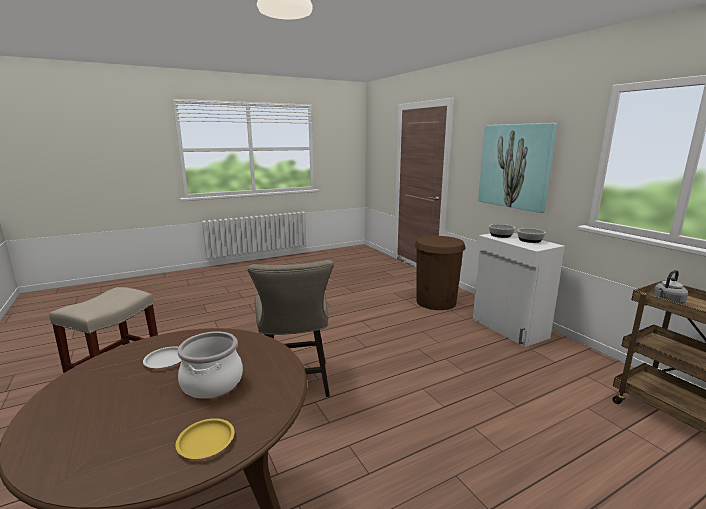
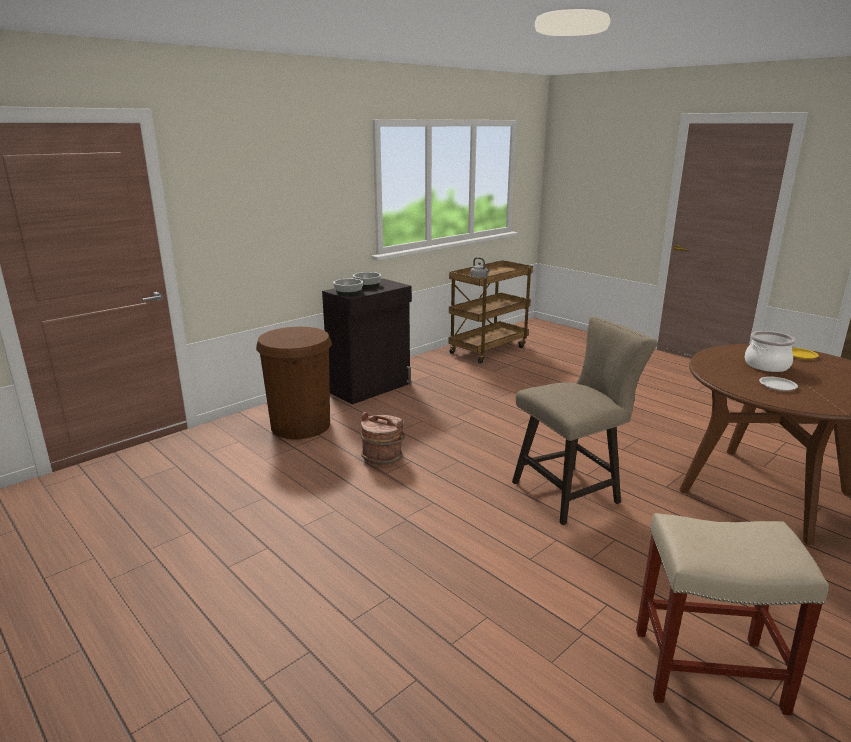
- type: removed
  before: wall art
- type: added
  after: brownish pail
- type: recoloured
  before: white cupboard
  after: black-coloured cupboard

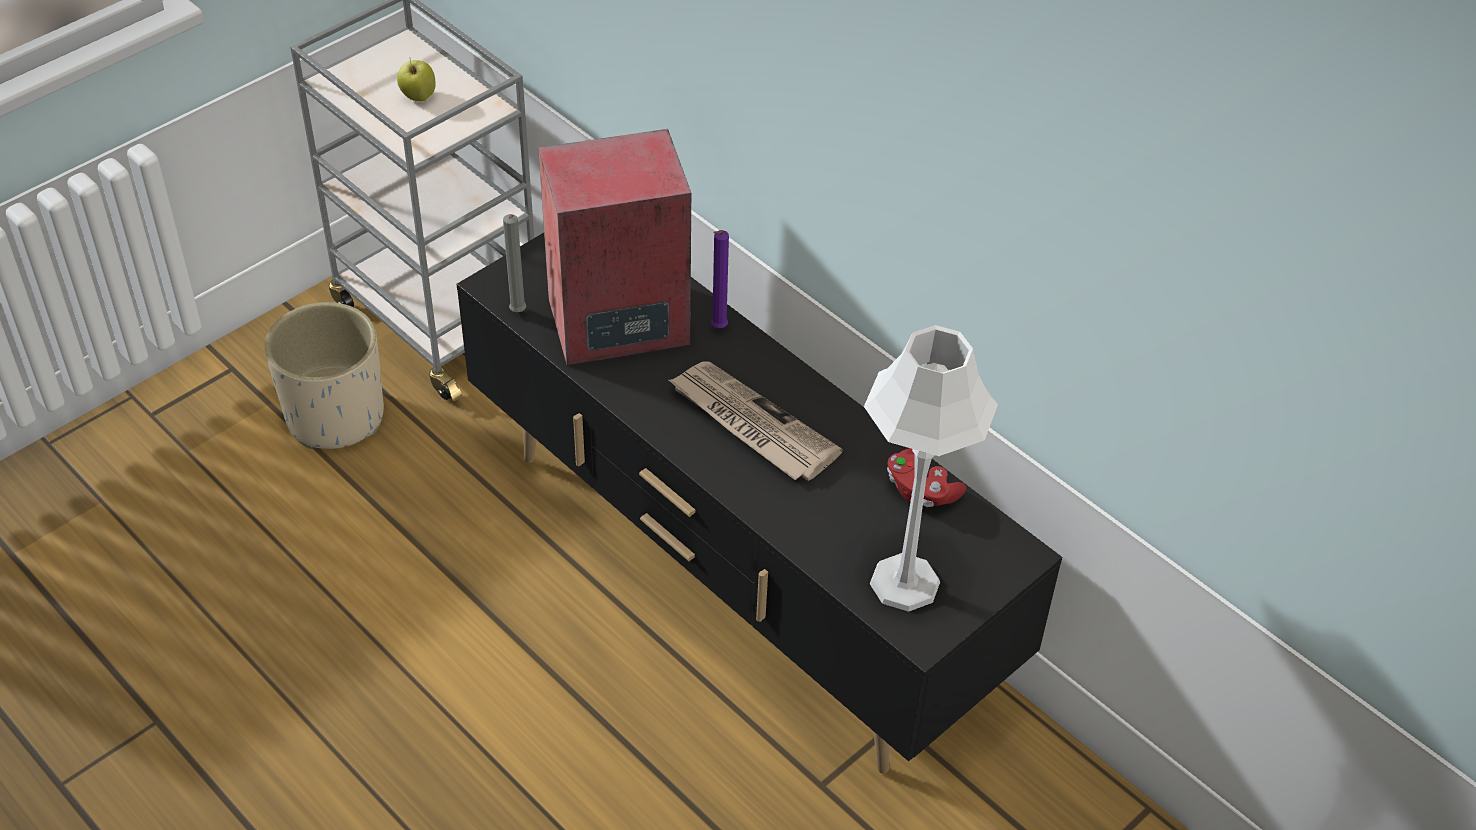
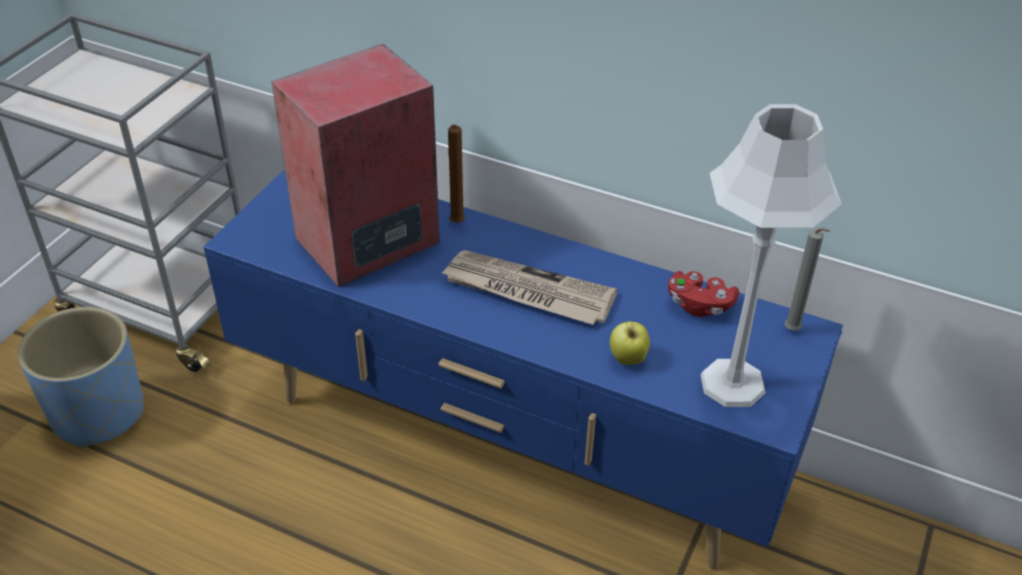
- type: moved
  before: apple fruit
- type: moved
  before: grey wax light
- type: recoloured
  before: beige-coloured plant pot
  after: blue-coloured plant pot
- type: recoloured
  before: black-coloured tv unit
  after: blue-coloured tv unit
- type: recoloured
  before: purple-coloured wax light
  after: brownish wax light

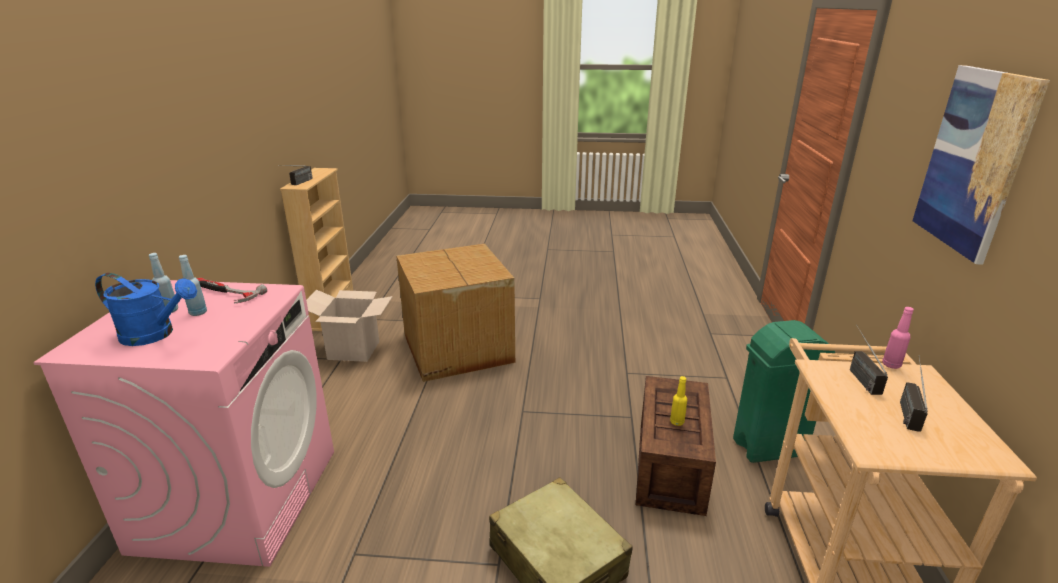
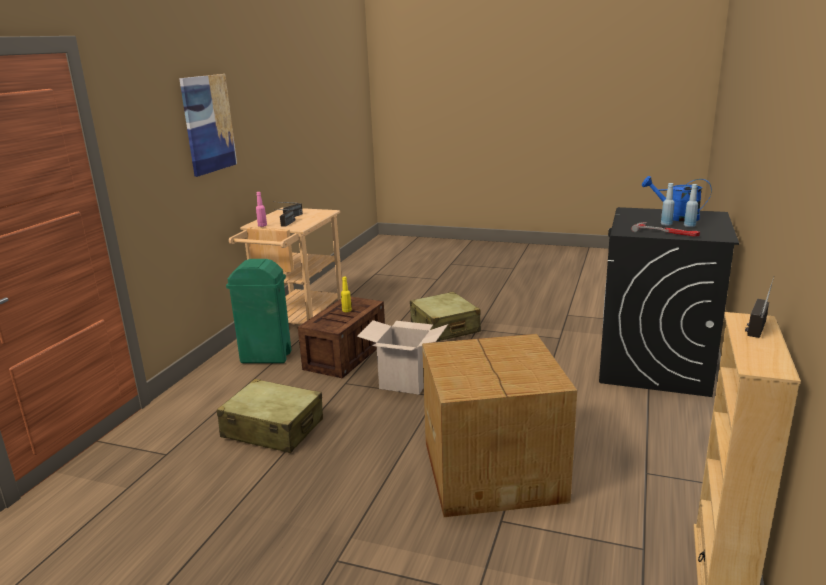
- type: added
  after: beige-coloured travel case (1st from left)
- type: moved
  before: cardboard box (1st from left)
- type: recoloured
  before: pink laundry machine
  after: black-coloured laundry machine

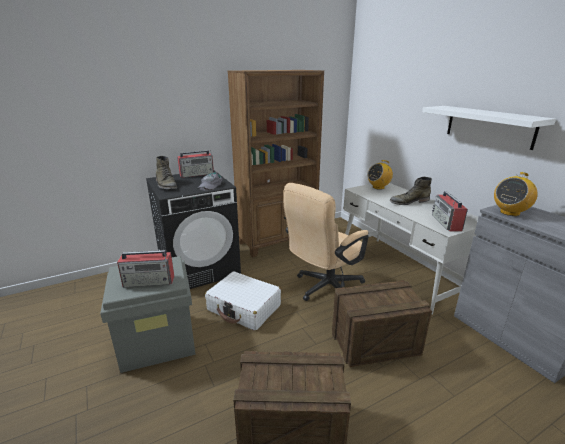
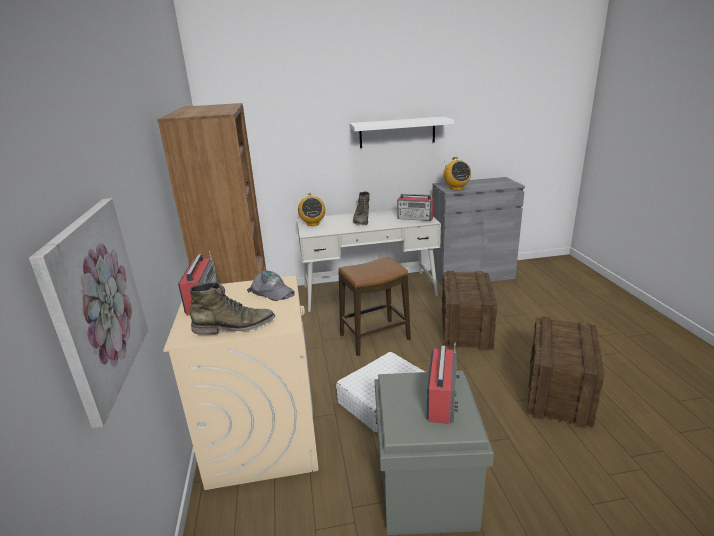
- type: added
  after: wall art
- type: replaced
  before: beige-coloured desk chair
  after: stool seat
- type: recoloured
  before: black-coloured laundry machine
  after: beige-coloured laundry machine

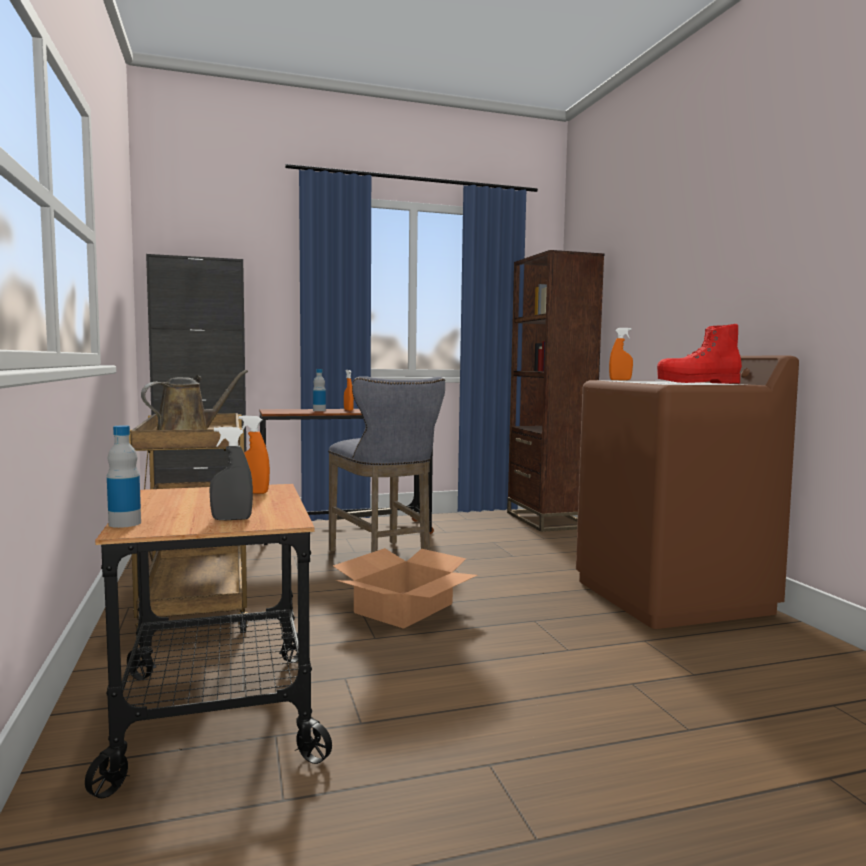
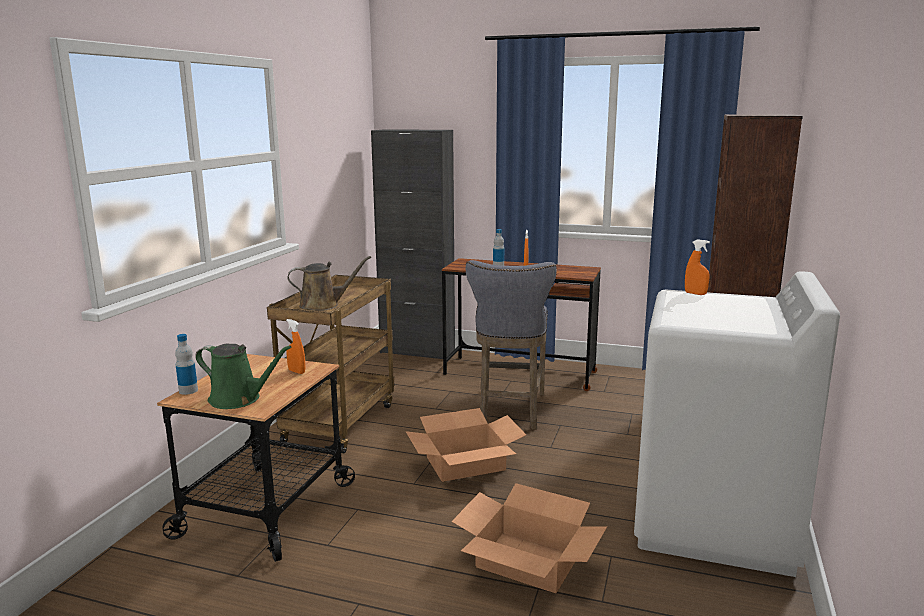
- type: removed
  before: red boot
- type: added
  after: cardboard box (2nd from left)
- type: replaced
  before: grey spray bottle
  after: green sprinkling can
- type: recoloured
  before: brownish laundry machine
  after: white laundry machine

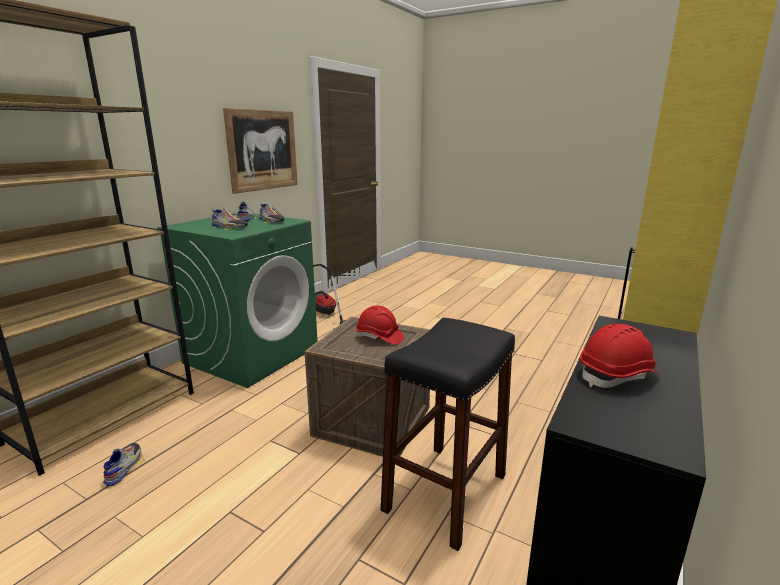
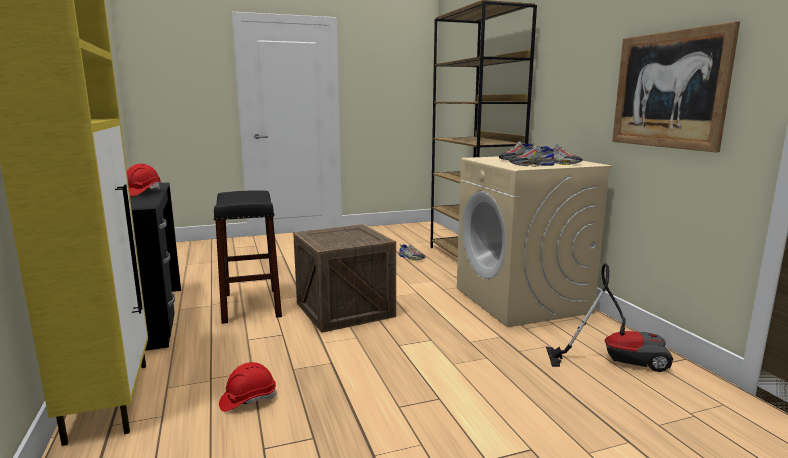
- type: moved
  before: red hard hat (1st from left in the first image)
  after: red hard hat (2nd from left)
- type: recoloured
  before: green laundry machine
  after: beige-coloured laundry machine

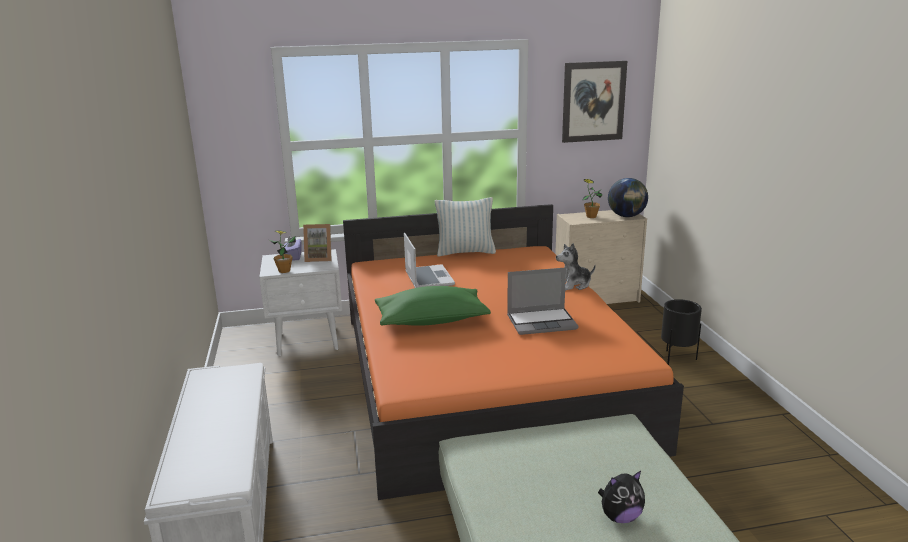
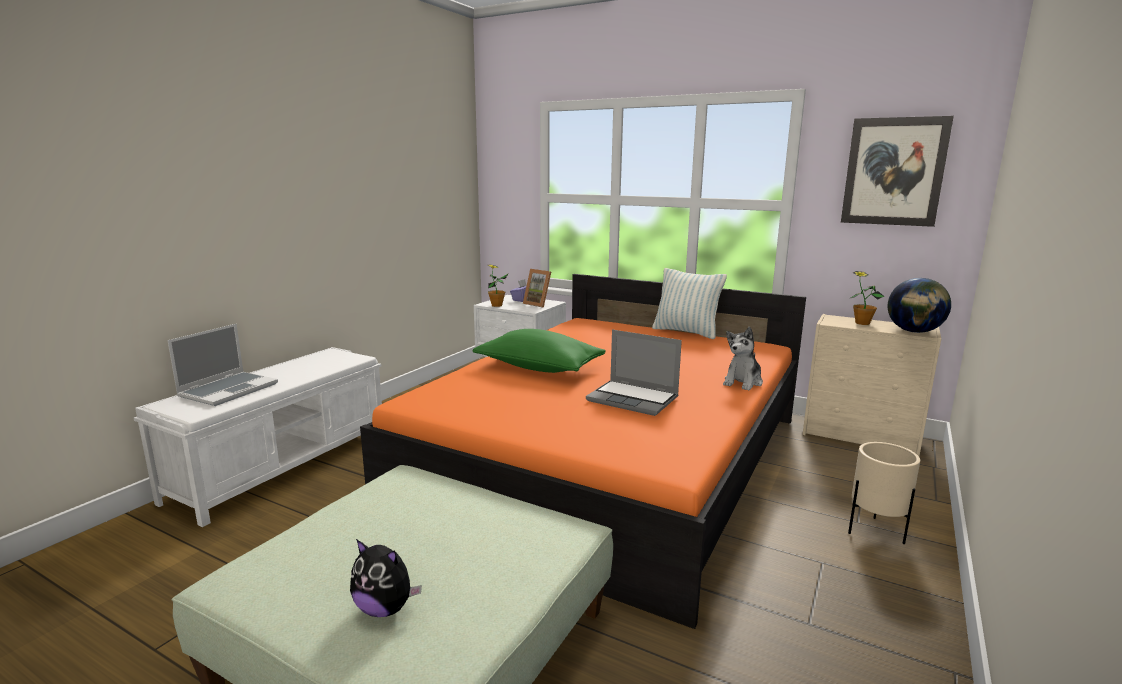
- type: moved
  before: laptop (1st from left)
- type: recoloured
  before: black-coloured plant pot
  after: beige-coloured plant pot
- type: turned
  before: plush toy (1st from left in the first image)
  turn: -75

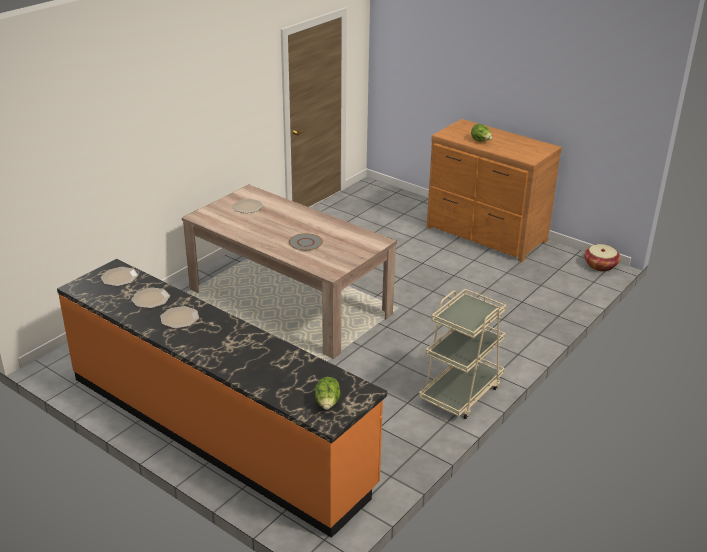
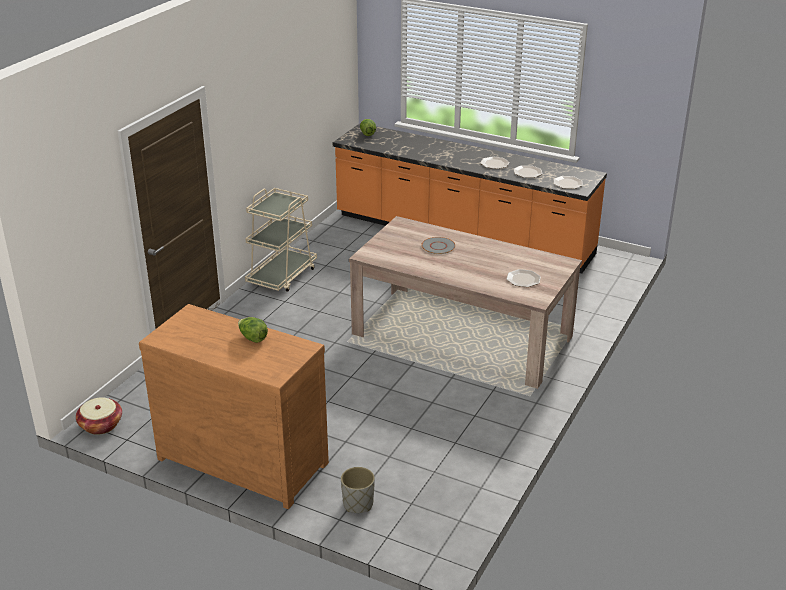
- type: added
  after: grey plant pot

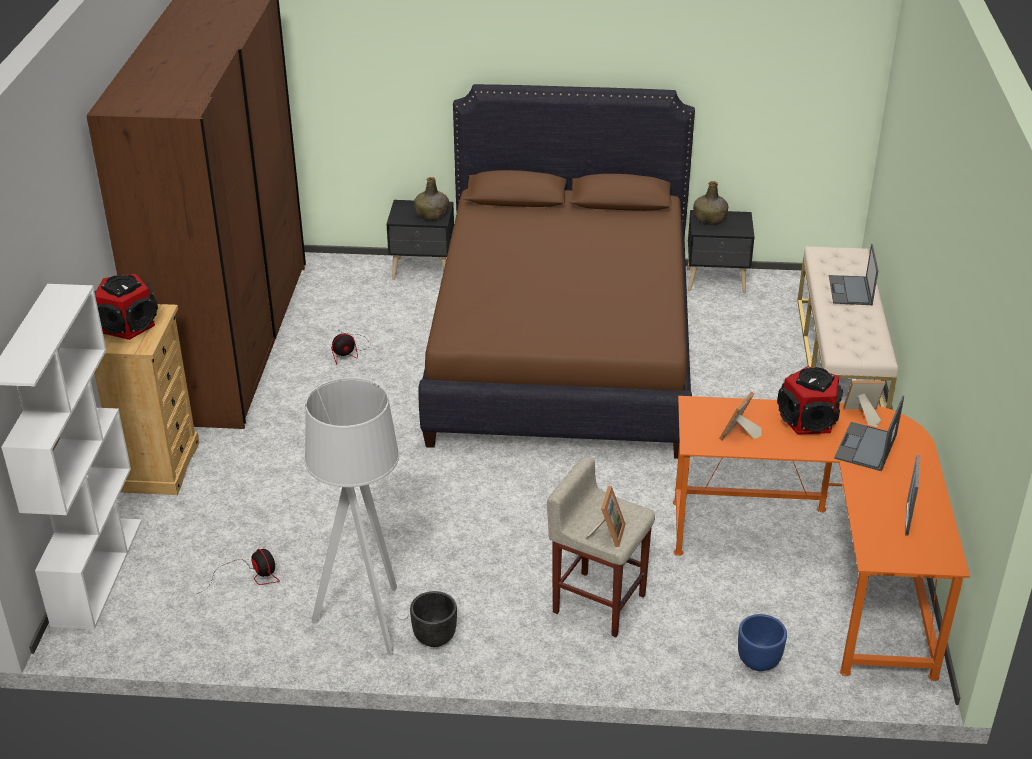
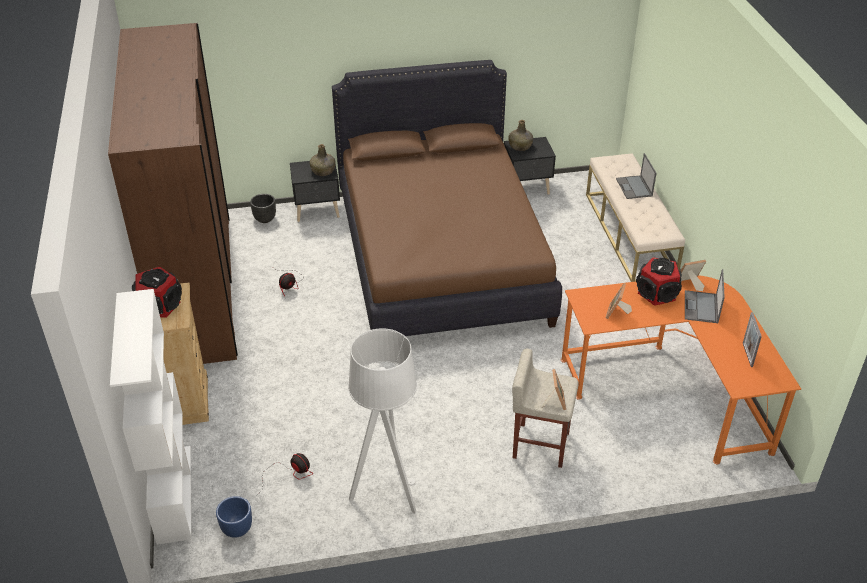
- type: moved
  before: black-coloured plant pot
- type: moved
  before: blue-coloured plant pot

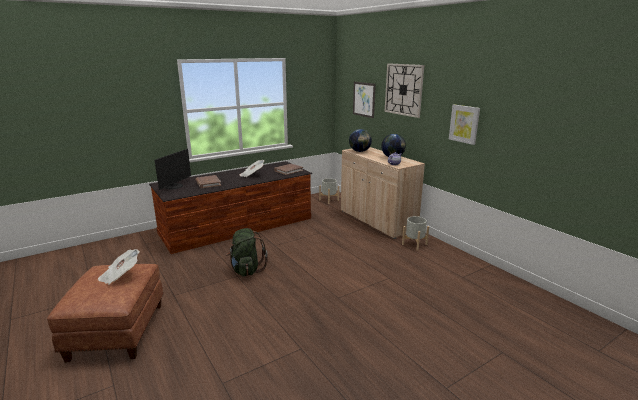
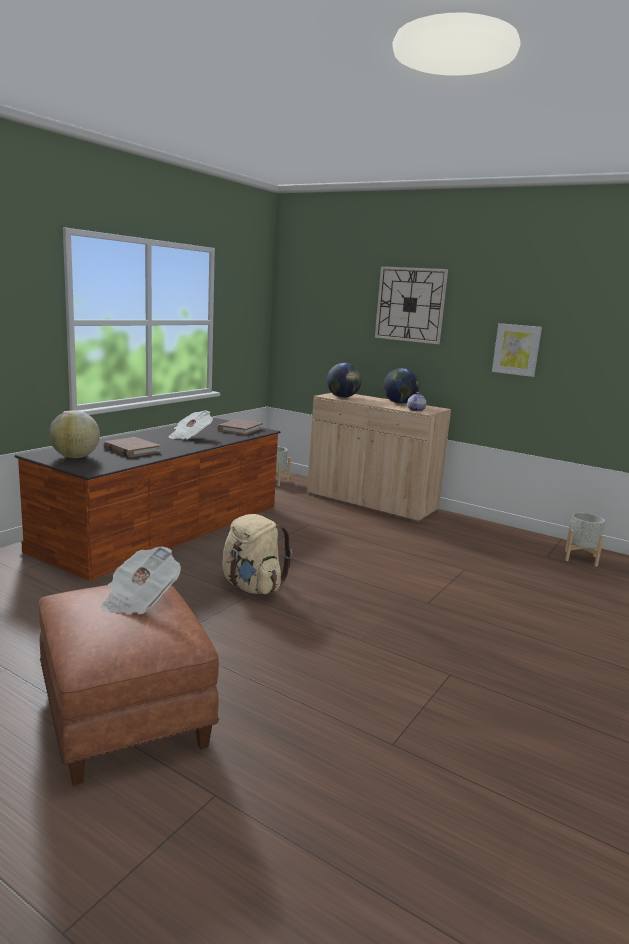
- type: removed
  before: wall art (1st from left)
- type: moved
  before: grey plant pot (2nd from left)
- type: replaced
  before: computer screen
  after: desk globe (1st from left)
- type: recoloured
  before: green knapsack
  after: beige-coloured knapsack

